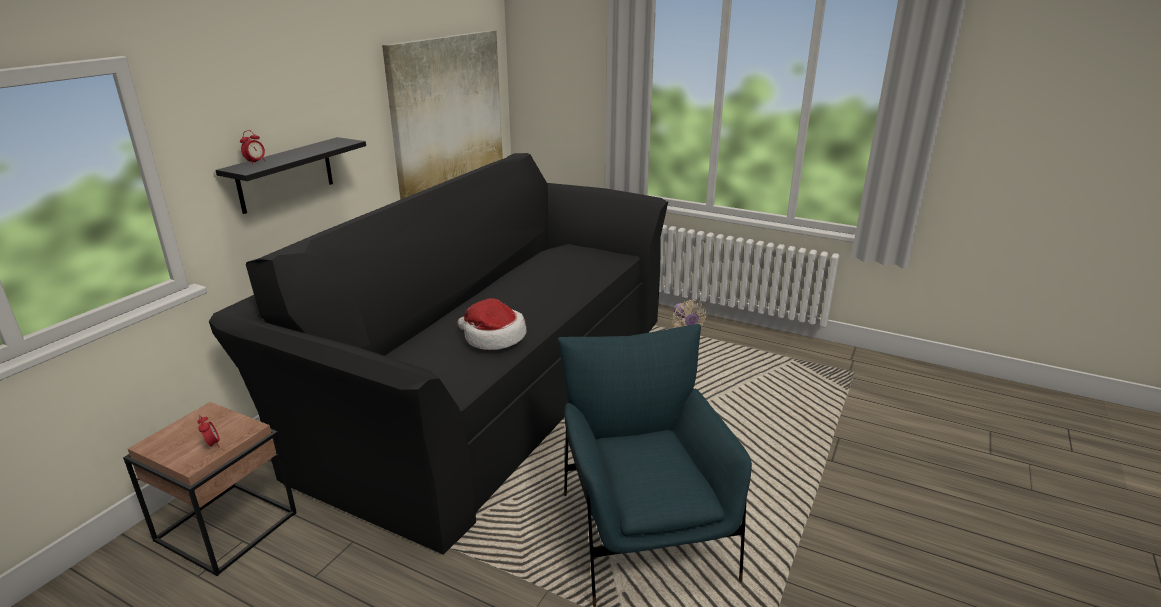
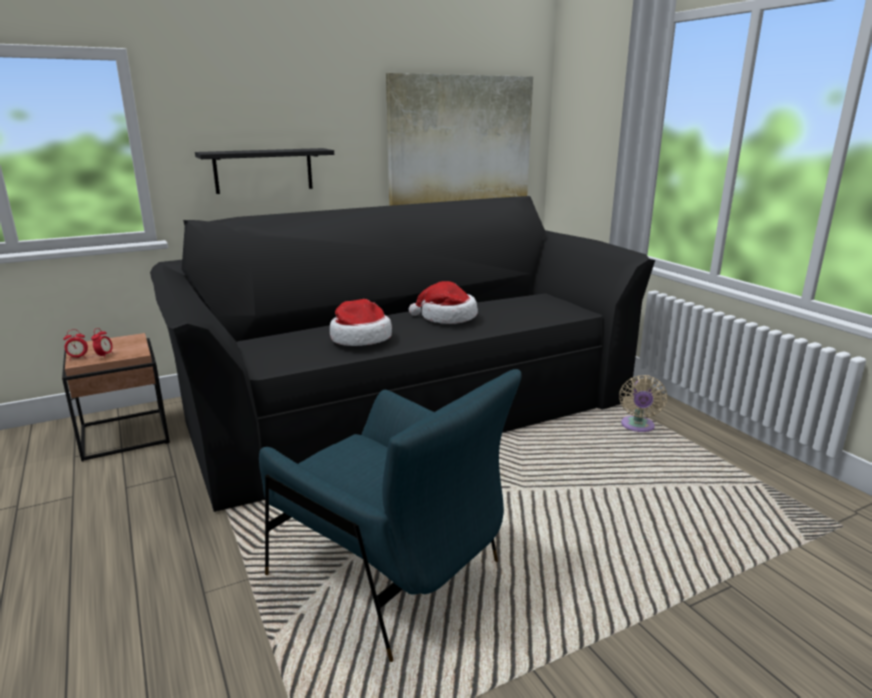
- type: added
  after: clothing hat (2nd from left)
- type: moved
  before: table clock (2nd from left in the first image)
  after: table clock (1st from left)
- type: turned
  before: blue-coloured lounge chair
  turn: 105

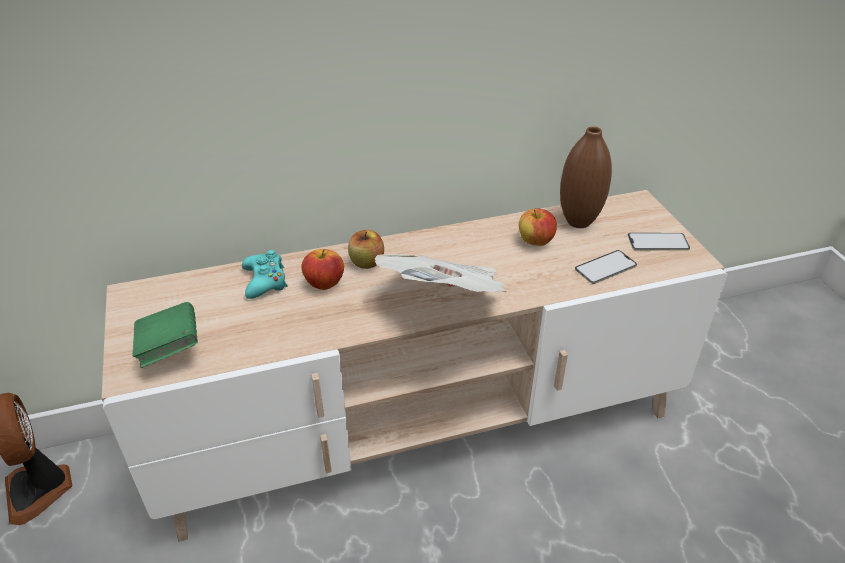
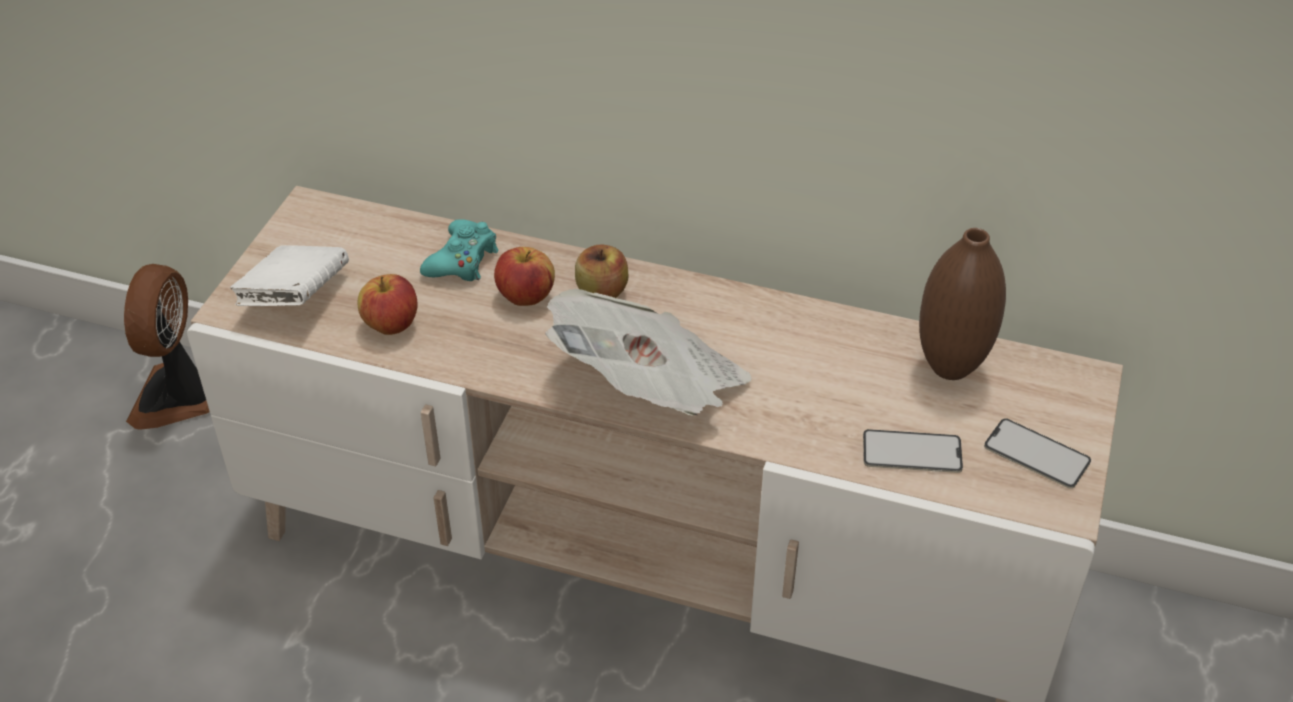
- type: moved
  before: apple fruit (3rd from left in the first image)
  after: apple fruit (1st from left)
- type: recoloured
  before: green volume
  after: white volume

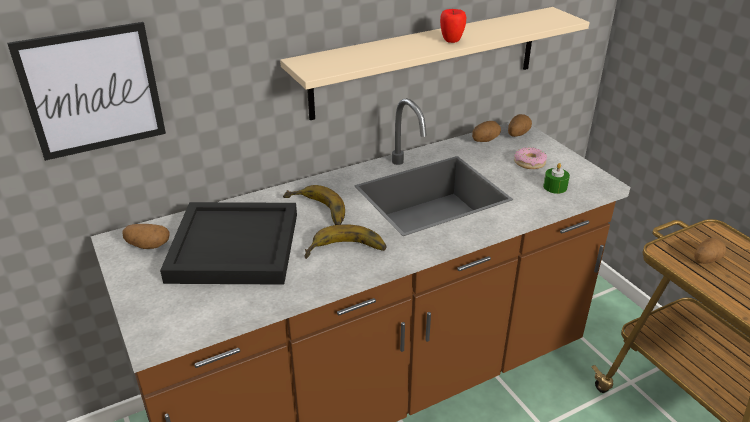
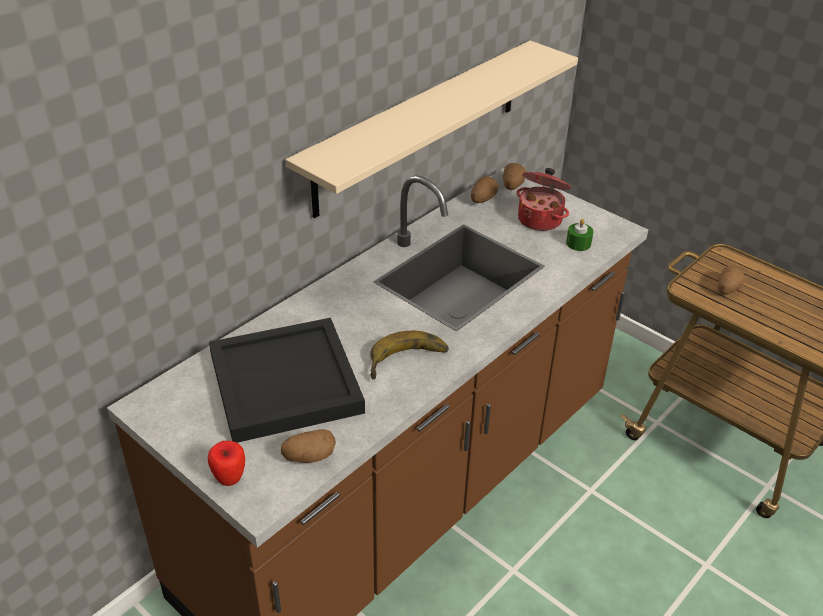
- type: removed
  before: wall art
- type: removed
  before: banana fruit (1st from left)
- type: moved
  before: potato (1st from left)
- type: moved
  before: apple fruit
- type: replaced
  before: ring doughnut
  after: saucepot

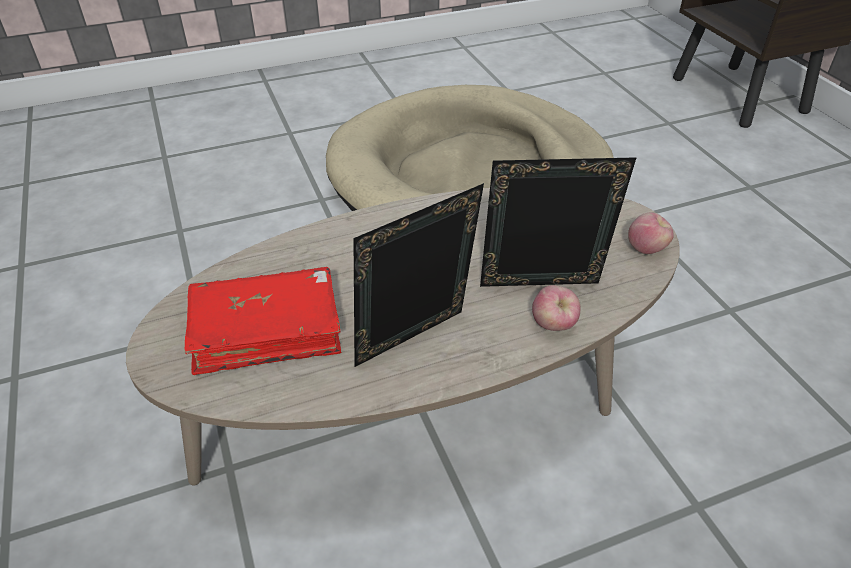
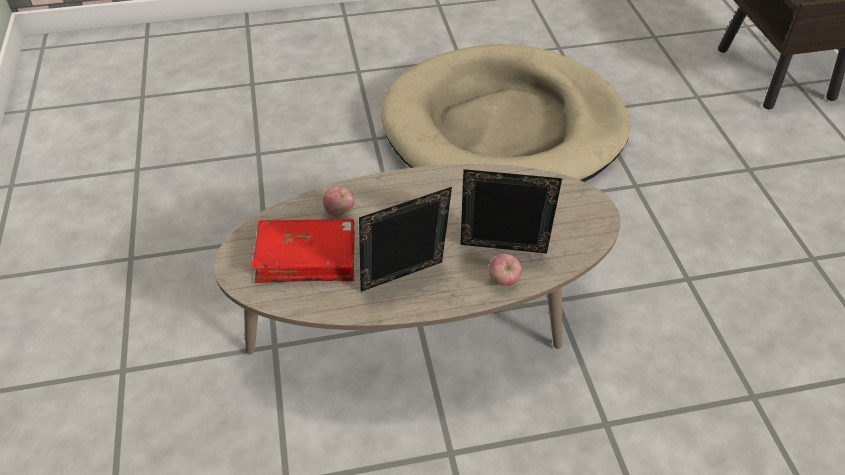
- type: moved
  before: apple fruit (2nd from left in the first image)
  after: apple fruit (1st from left)

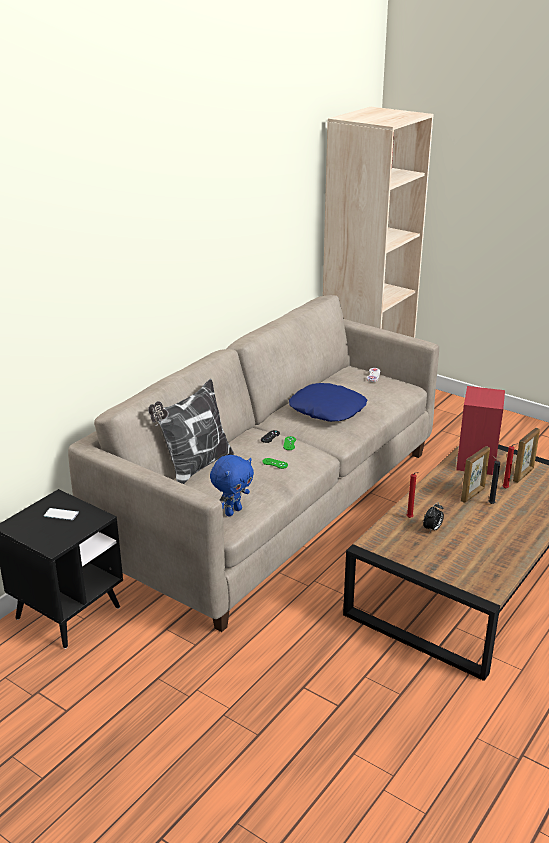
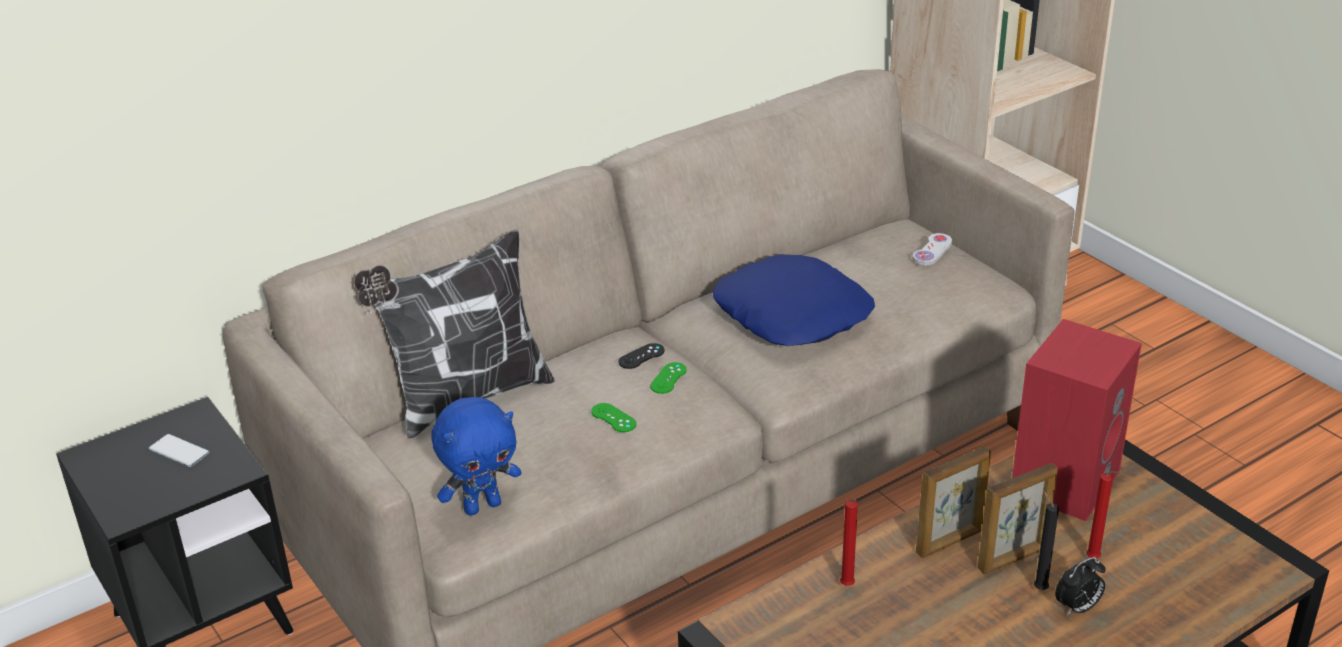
- type: moved
  before: table clock
- type: moved
  before: picture frame (2nd from left in the first image)
  after: picture frame (1st from left)

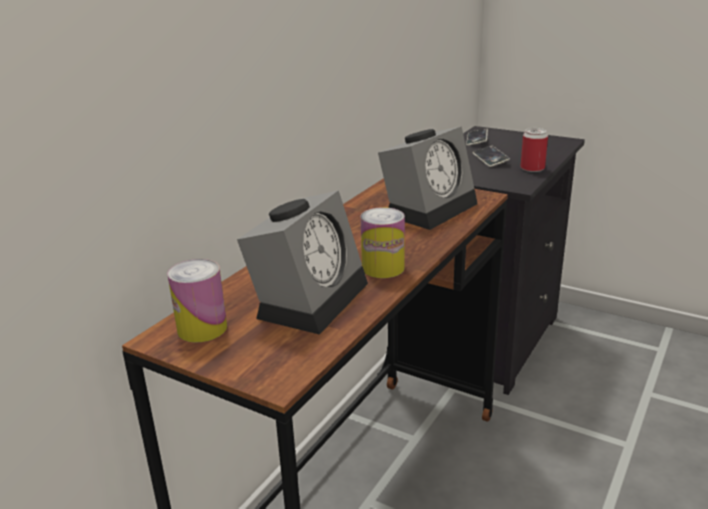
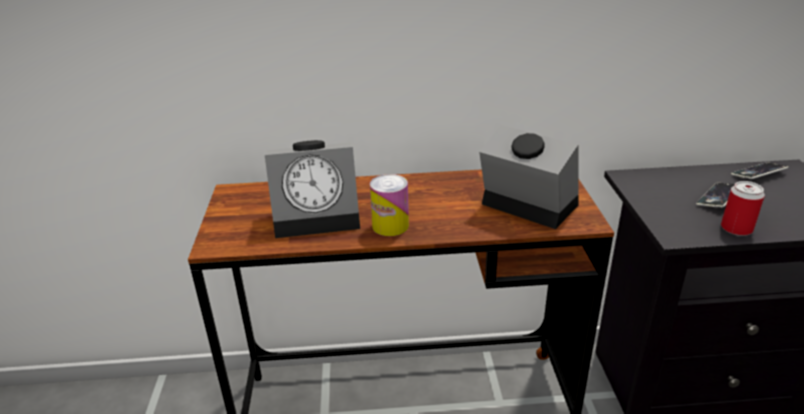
- type: removed
  before: metal can (1st from left)
- type: turned
  before: table clock (2nd from left)
  turn: -150

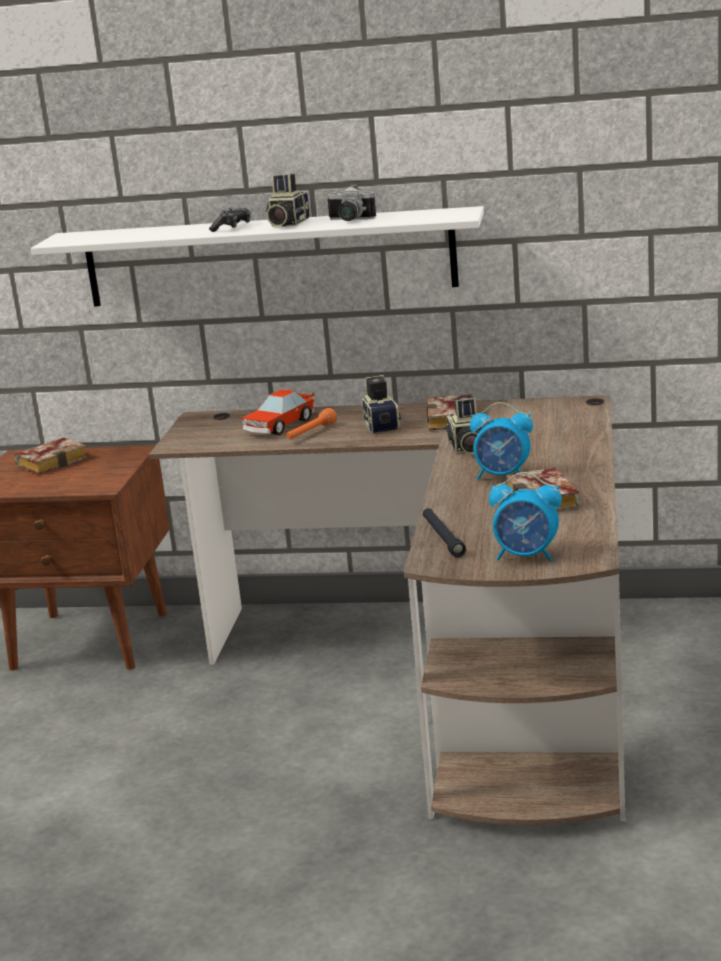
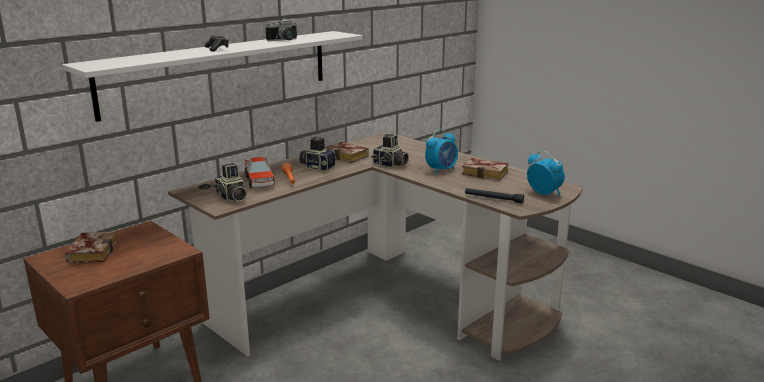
- type: moved
  before: still camera (1st from left)
- type: turned
  before: table clock (2nd from left)
  turn: -90

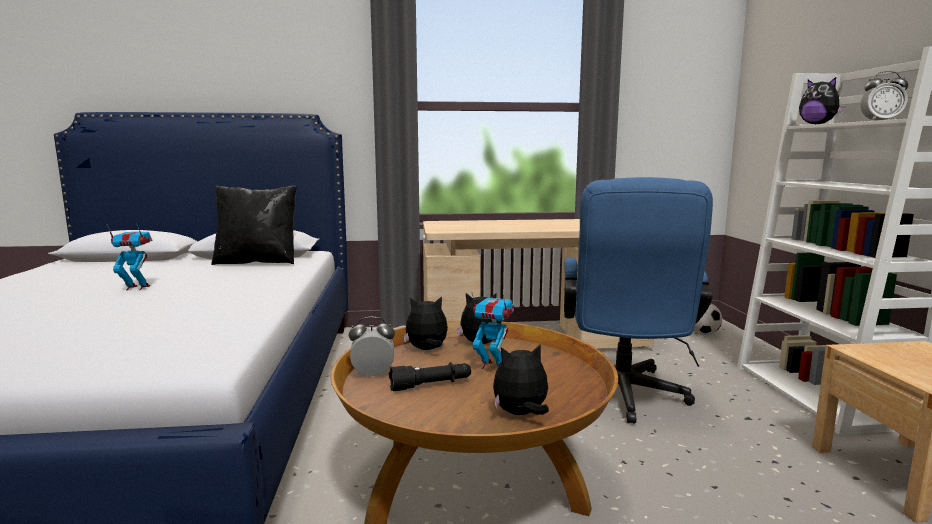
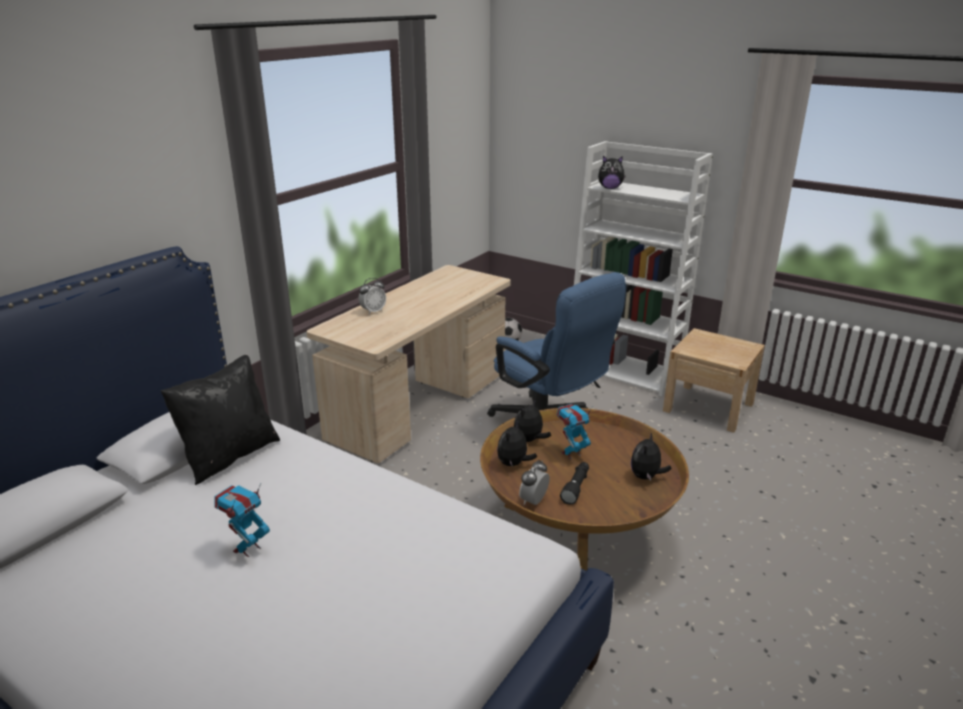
- type: moved
  before: table clock (2nd from left in the first image)
  after: table clock (1st from left)

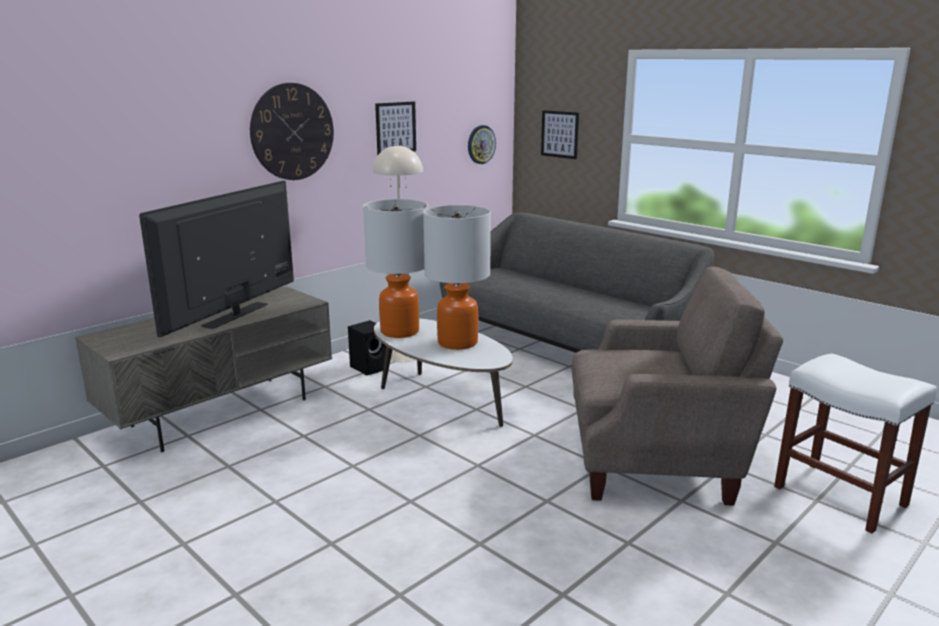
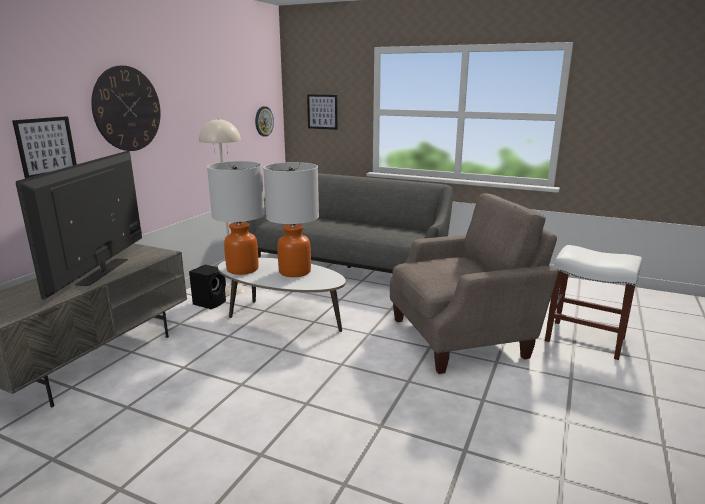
- type: moved
  before: wall art (1st from left)

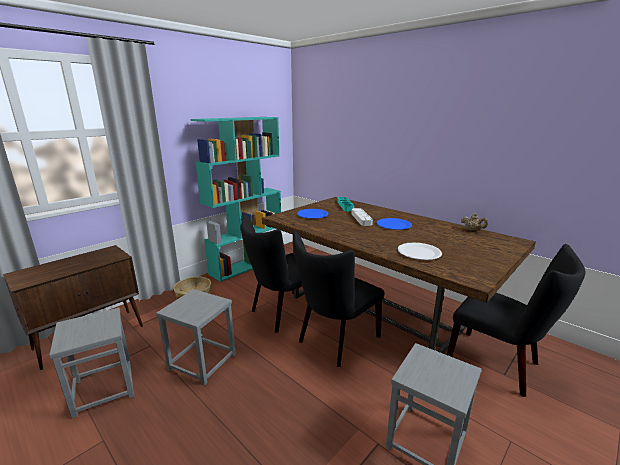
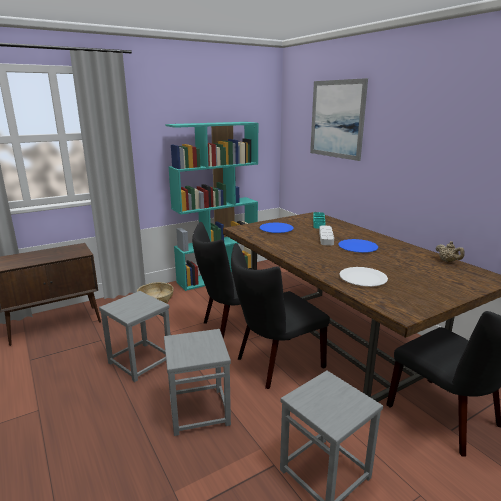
- type: added
  after: wall art
- type: moved
  before: grey stool seat (1st from left in the first image)
  after: grey stool seat (2nd from left)

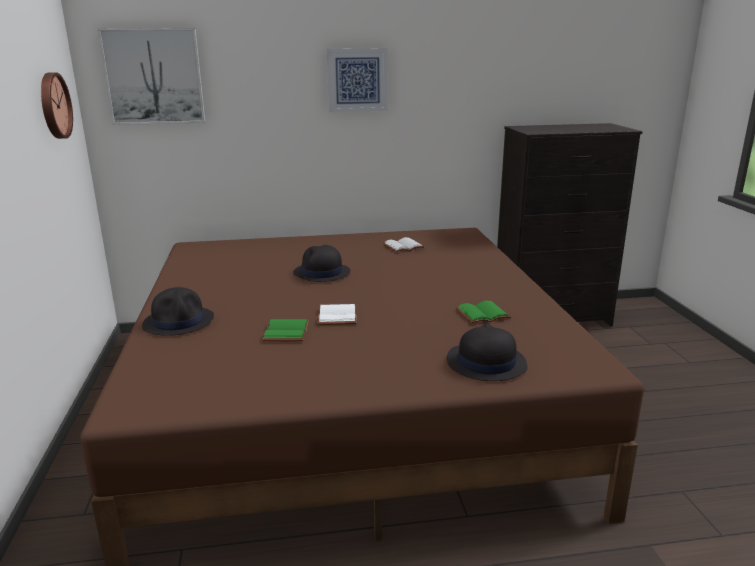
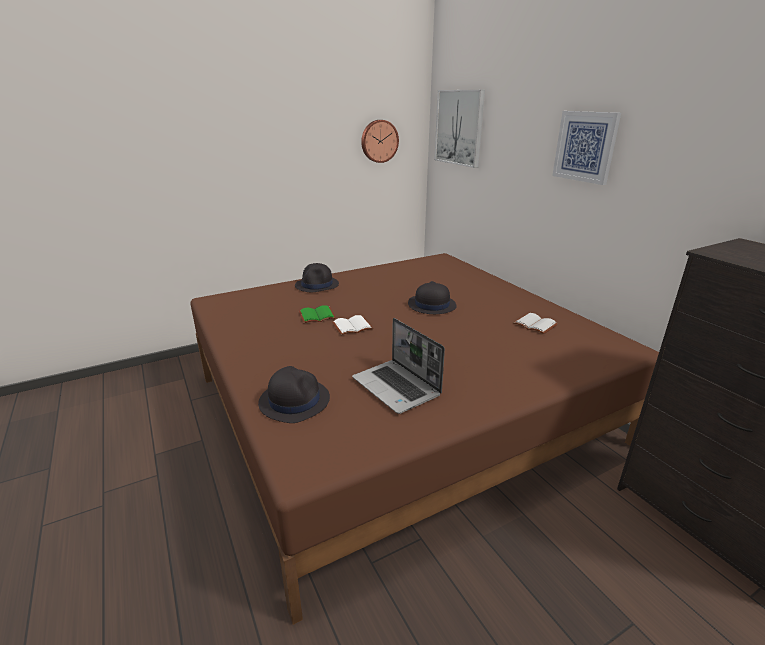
- type: replaced
  before: green volume (2nd from left)
  after: laptop

